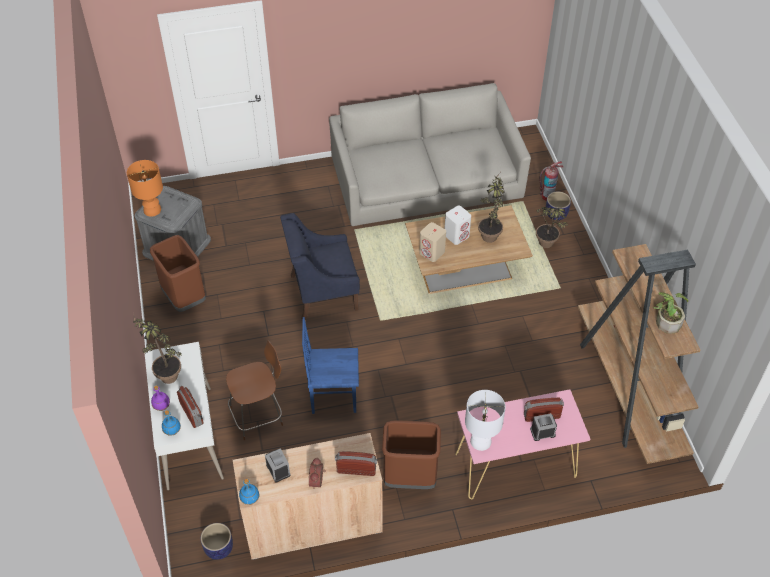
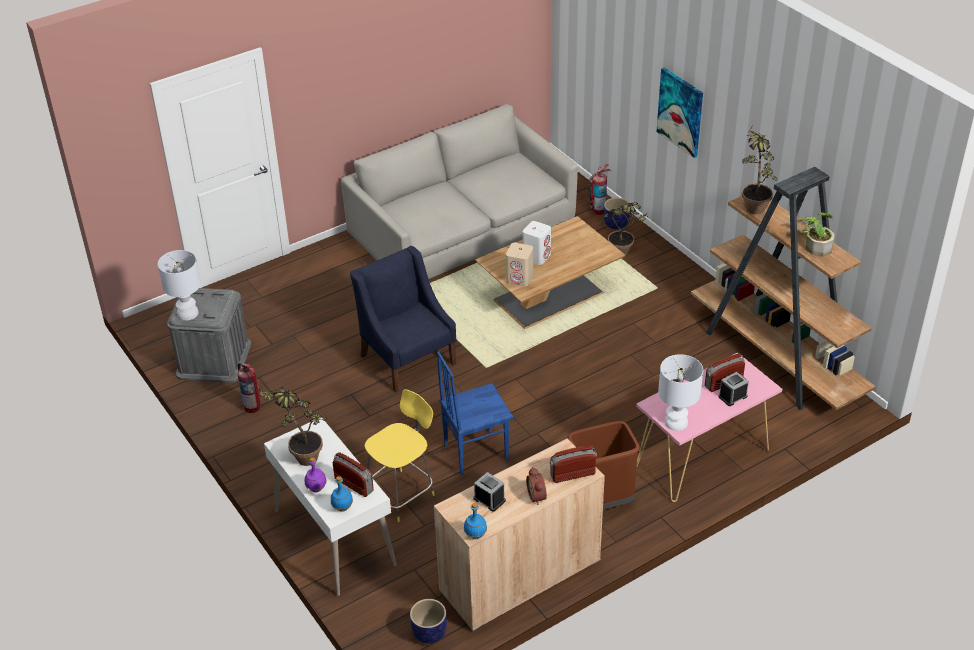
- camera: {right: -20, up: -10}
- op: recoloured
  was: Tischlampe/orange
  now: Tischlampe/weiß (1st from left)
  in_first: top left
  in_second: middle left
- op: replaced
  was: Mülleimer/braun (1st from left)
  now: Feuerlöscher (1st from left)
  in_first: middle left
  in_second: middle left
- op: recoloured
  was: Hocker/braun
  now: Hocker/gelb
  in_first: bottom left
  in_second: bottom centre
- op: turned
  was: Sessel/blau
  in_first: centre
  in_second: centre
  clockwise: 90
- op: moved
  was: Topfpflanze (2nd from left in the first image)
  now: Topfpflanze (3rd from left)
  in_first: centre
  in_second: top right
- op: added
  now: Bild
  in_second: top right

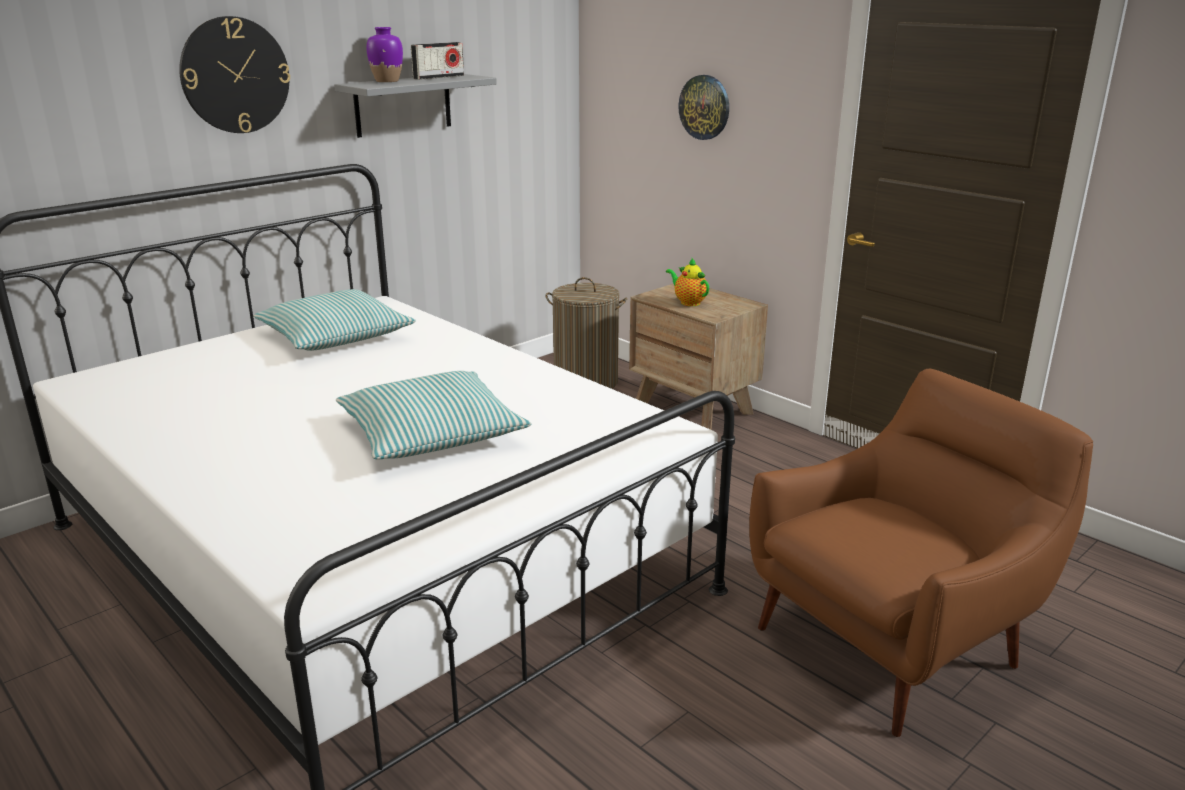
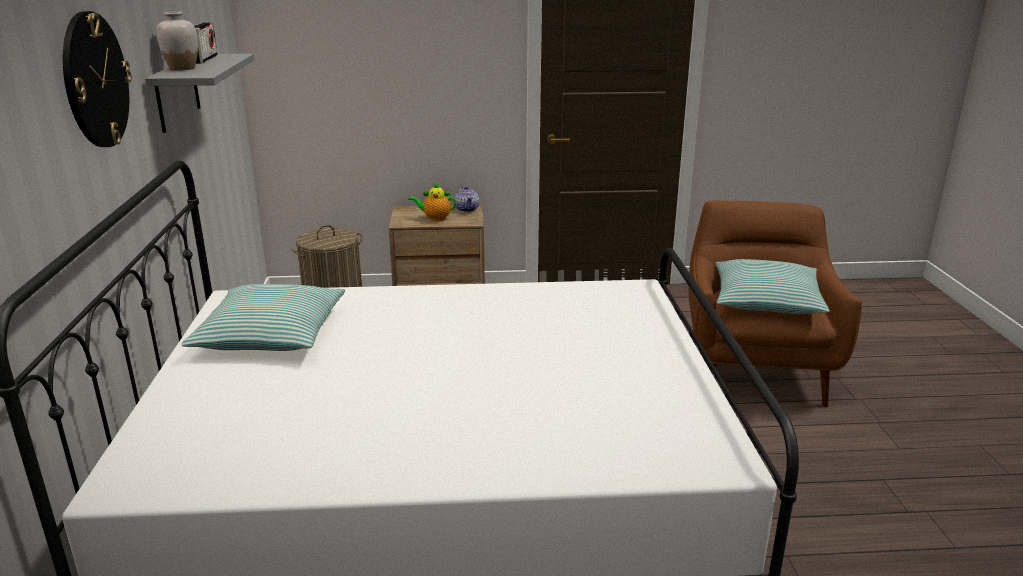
- camera: {right: -50, up: 0}
- op: moved
  was: Kissen (2nd from left)
  in_first: centre
  in_second: middle right
- op: recoloured
  was: Vase/lila
  now: Vase/weiß
  in_first: top left
  in_second: top left
- op: removed
  was: Wanduhr (2nd from left)
  in_first: top centre
- op: added
  now: Teekanne (2nd from left)
  in_second: centre

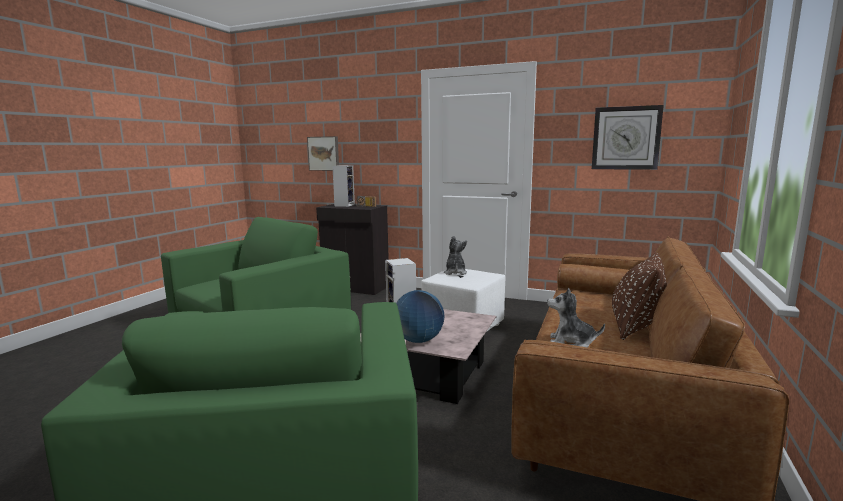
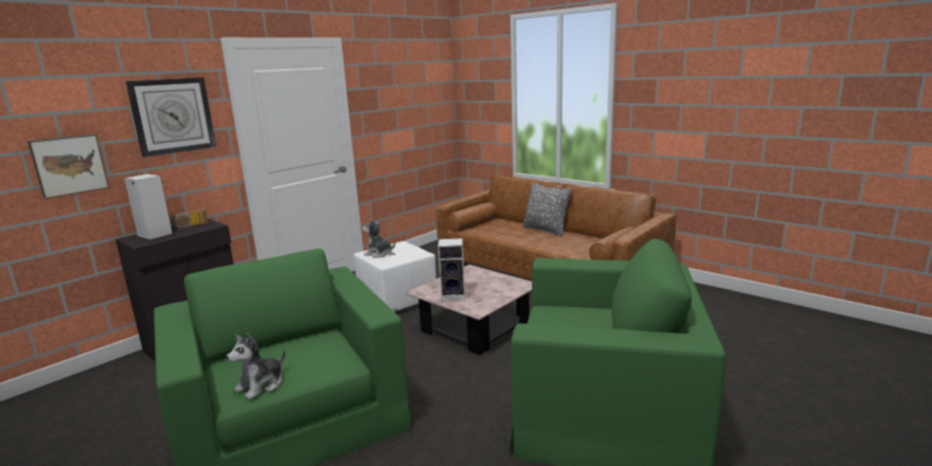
- camera: {right: -70, up: 5}
- op: removed
  was: Globus
  in_first: centre
- op: moved
  was: Plüschtier (2nd from left in the first image)
  now: Plüschtier (1st from left)
  in_first: middle right
  in_second: bottom left
- op: moved
  was: Wanduhr
  in_first: top right
  in_second: top left
- op: recoloured
  was: Kissen/braun
  now: Kissen/grau
  in_first: middle right
  in_second: centre

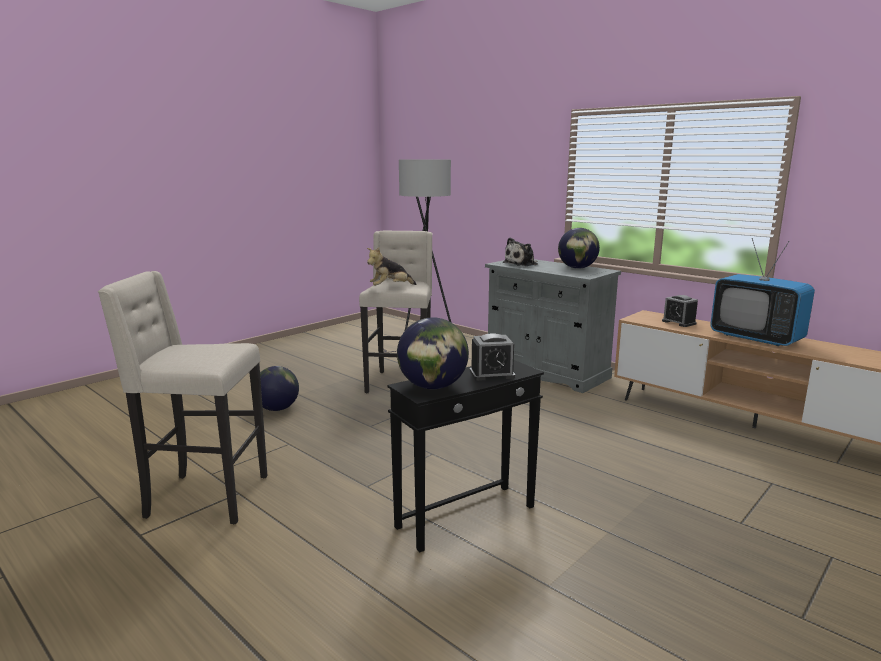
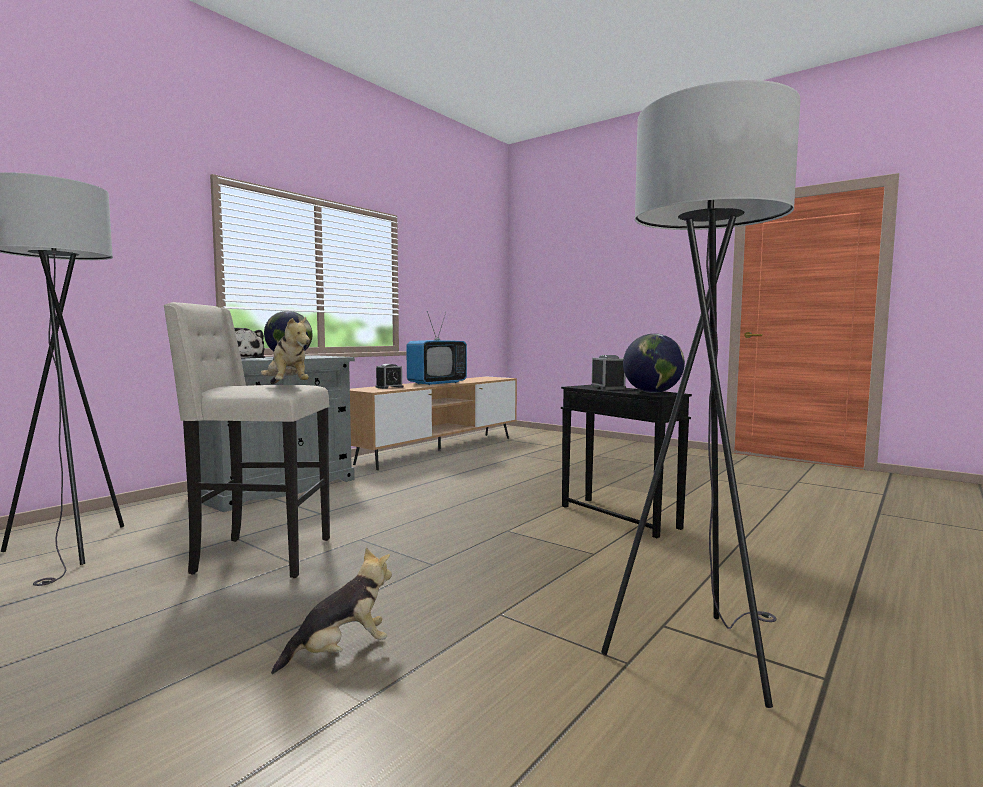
- camera: {right: -95, up: -10}
- op: replaced
  was: Hocker/beige (1st from left)
  now: Stehlampe/grau (2nd from left)
  in_first: middle left
  in_second: middle right
- op: replaced
  was: Globus (1st from left)
  now: Plüschtier (3rd from left)
  in_first: middle left
  in_second: bottom centre

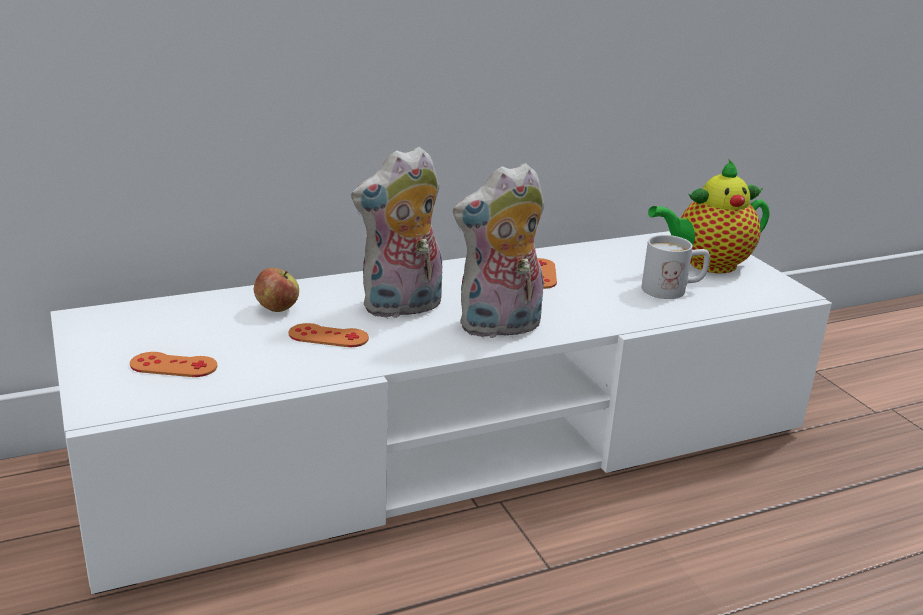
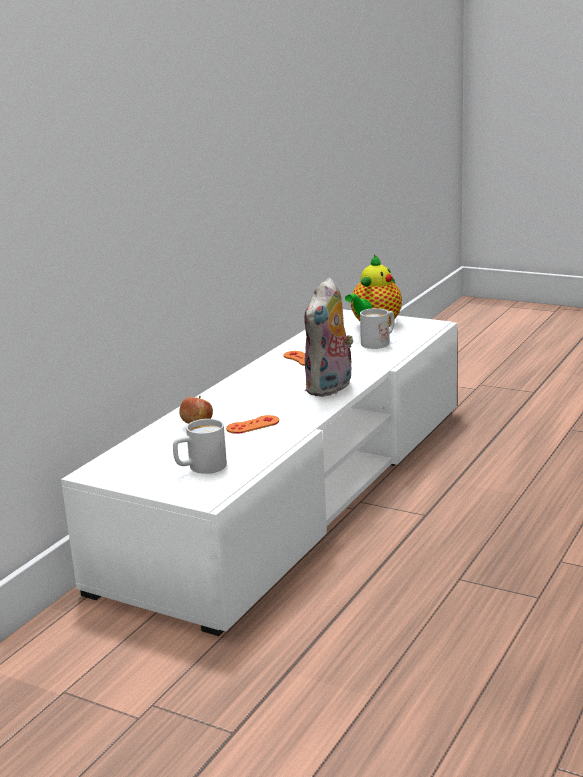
- camera: {right: -35, up: -5}
- op: replaced
  was: Gamepad/orange (1st from left)
  now: Henkelbecher/weiß (1st from left)
  in_first: middle left
  in_second: centre
- op: removed
  was: Plüschtier (1st from left)
  in_first: centre

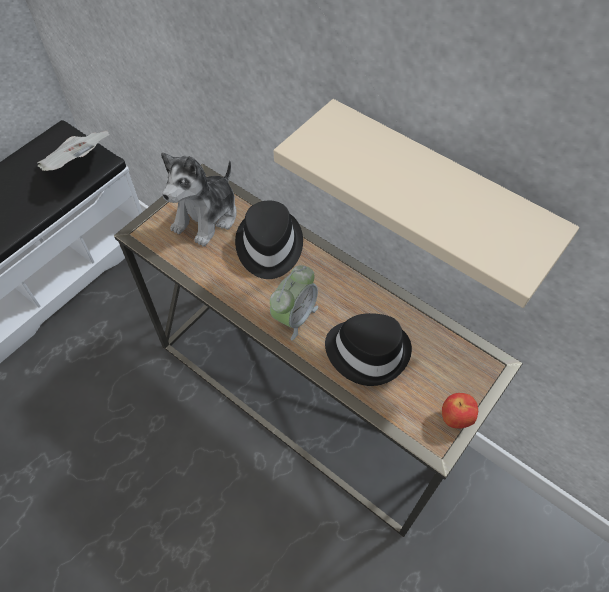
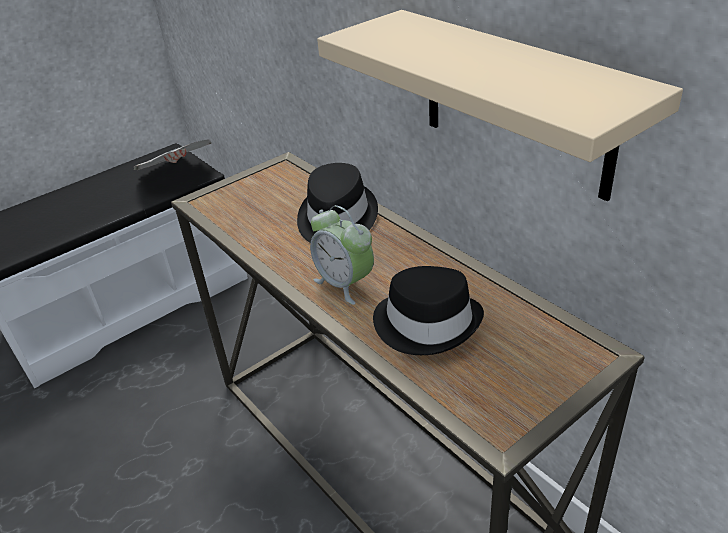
- camera: {right: 15, up: -20}
- op: removed
  was: Plüschtier
  in_first: middle left
- op: turned
  was: Wecker
  in_first: centre
  in_second: centre
  clockwise: 90
- op: removed
  was: Apfel
  in_first: bottom right

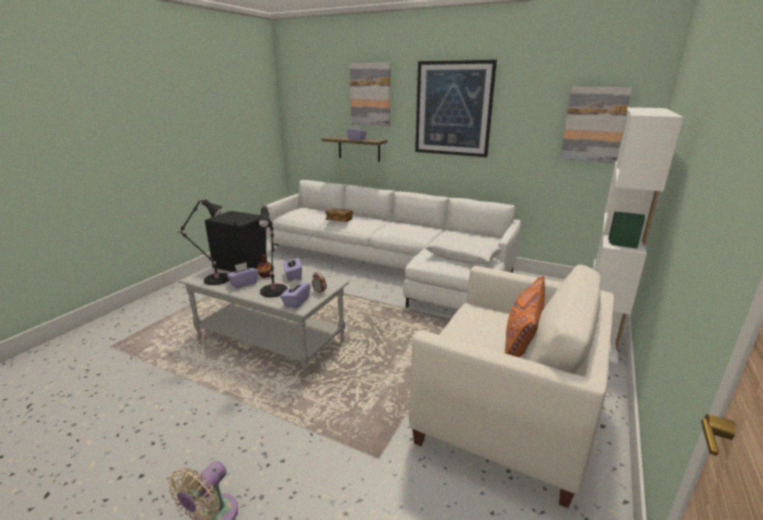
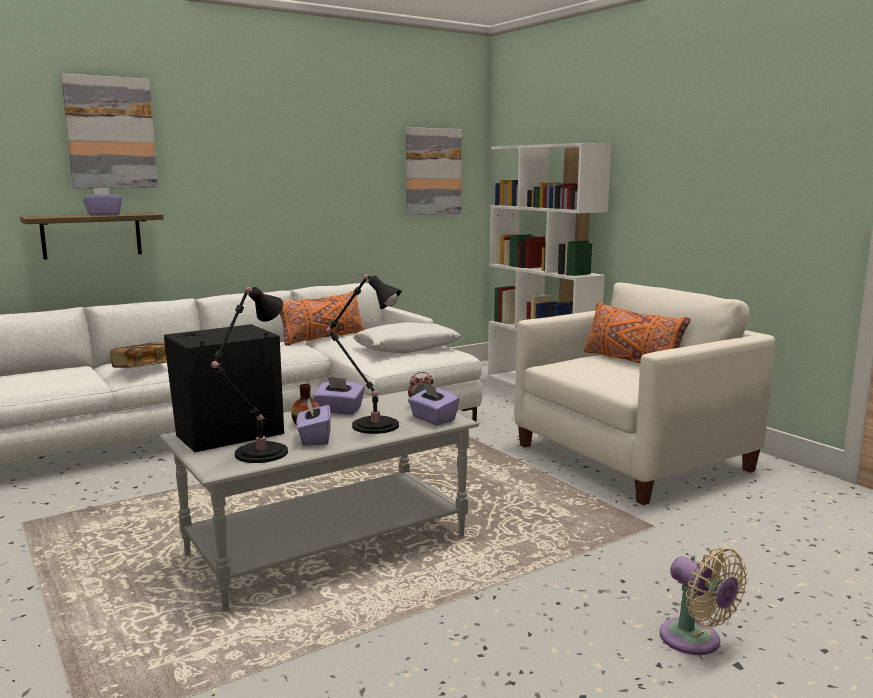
- camera: {right: -60, up: -10}
- op: removed
  was: Bild (2nd from left)
  in_first: top centre
- op: added
  now: Kissen/orange (1st from left)
  in_second: centre

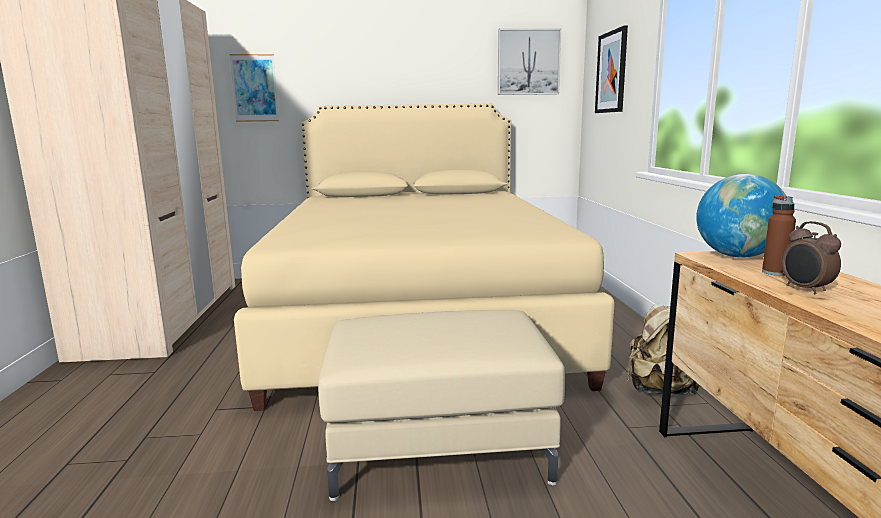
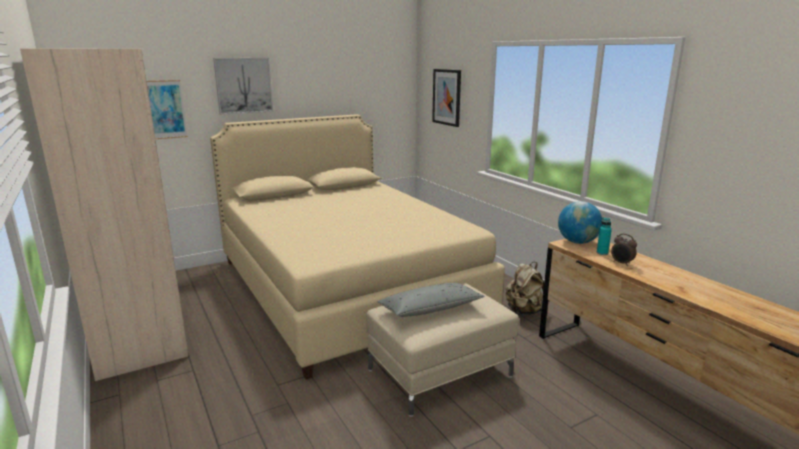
- camera: {right: -25, up: 5}
- op: moved
  was: Bild (2nd from left)
  in_first: top centre
  in_second: top left
- op: recoloured
  was: Flasche/braun
  now: Flasche/türkis
  in_first: middle right
  in_second: middle right
- op: added
  now: Kissen/grau
  in_second: bottom centre

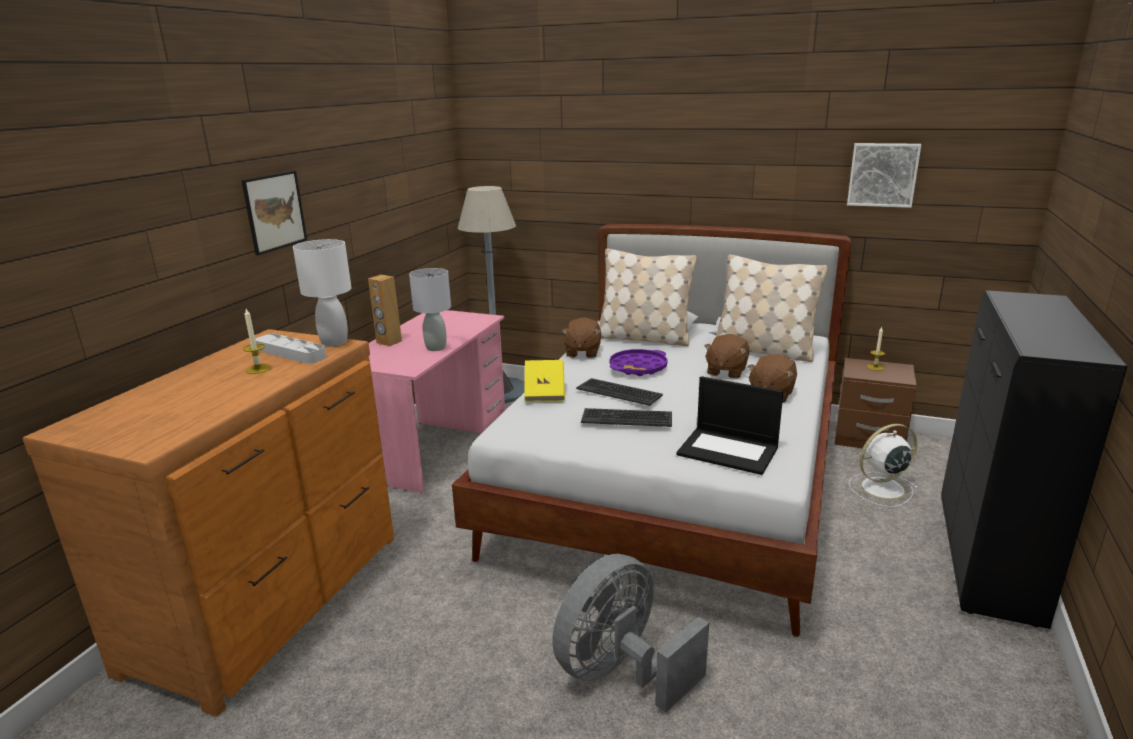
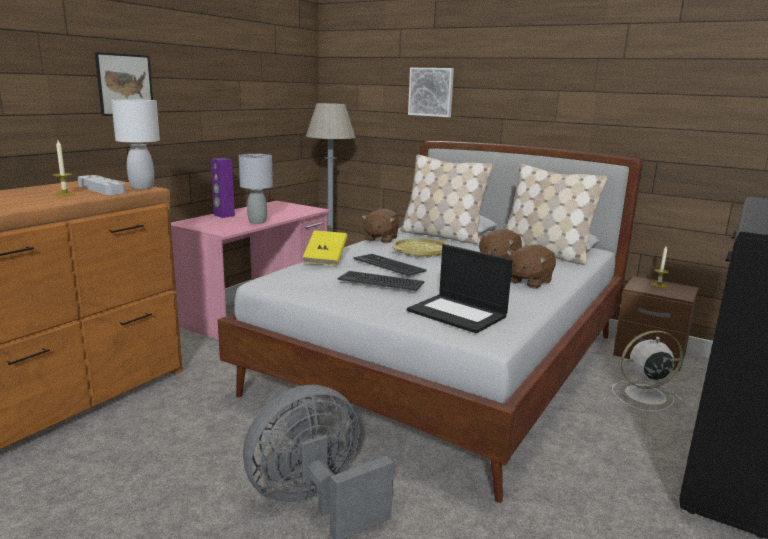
- camera: {right: 10, up: -5}
- op: recoloured
  was: Lautsprecher/braun
  now: Lautsprecher/lila
  in_first: centre
  in_second: middle left
- op: recoloured
  was: Tablett/lila
  now: Tablett/gelb
  in_first: centre
  in_second: centre
- op: moved
  was: Bild (2nd from left)
  in_first: top right
  in_second: top centre

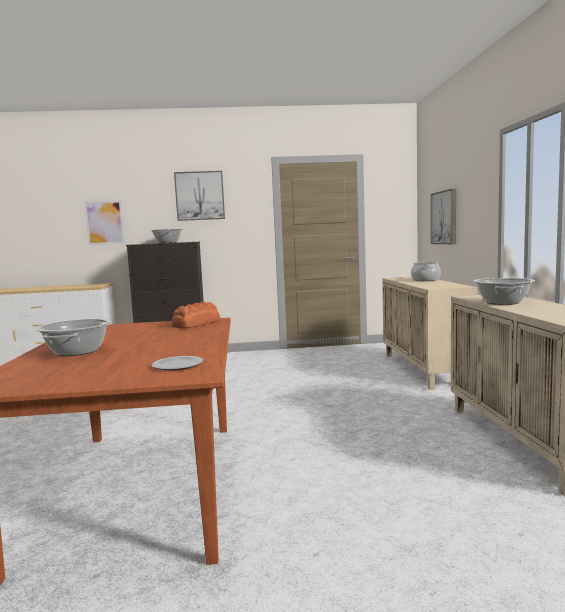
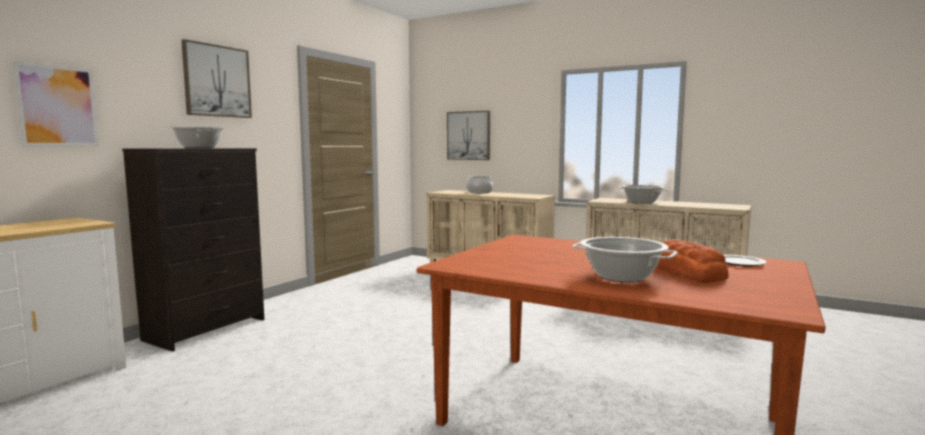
- camera: {right: -55, up: 0}
- op: moved
  was: Brot
  in_first: centre
  in_second: middle right

